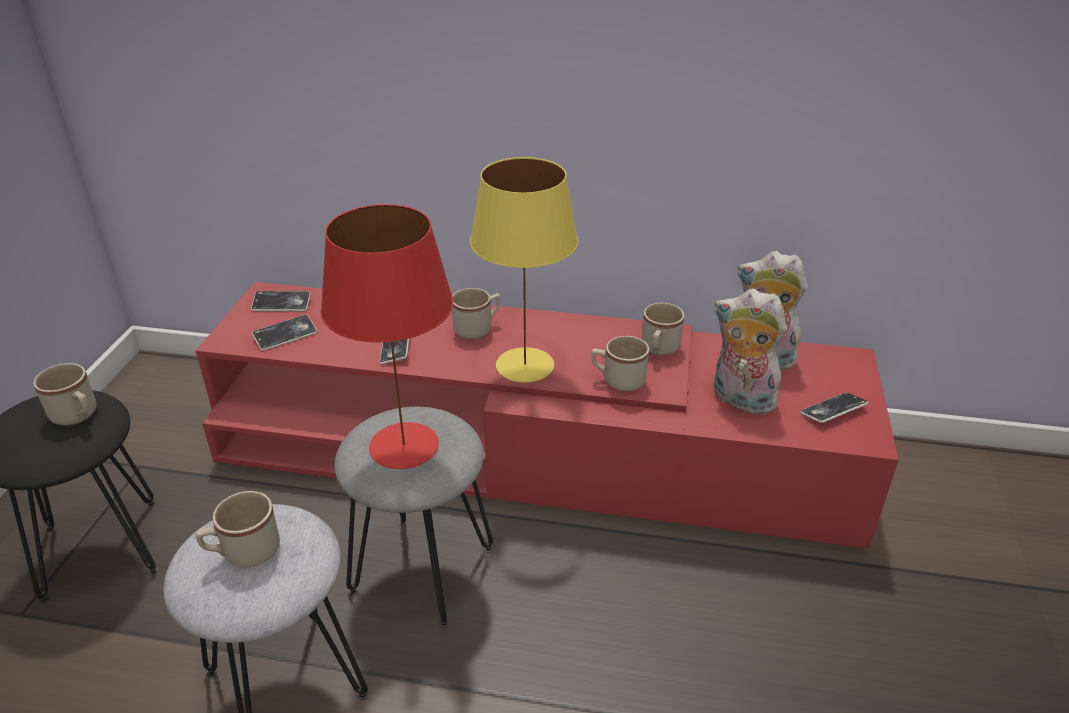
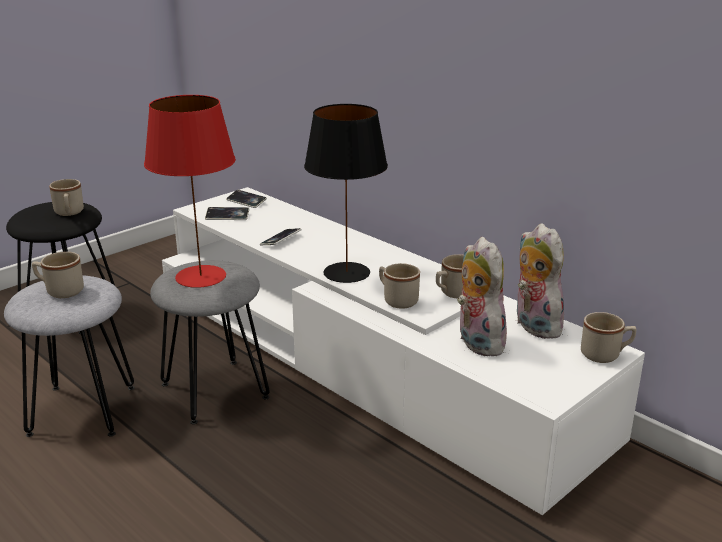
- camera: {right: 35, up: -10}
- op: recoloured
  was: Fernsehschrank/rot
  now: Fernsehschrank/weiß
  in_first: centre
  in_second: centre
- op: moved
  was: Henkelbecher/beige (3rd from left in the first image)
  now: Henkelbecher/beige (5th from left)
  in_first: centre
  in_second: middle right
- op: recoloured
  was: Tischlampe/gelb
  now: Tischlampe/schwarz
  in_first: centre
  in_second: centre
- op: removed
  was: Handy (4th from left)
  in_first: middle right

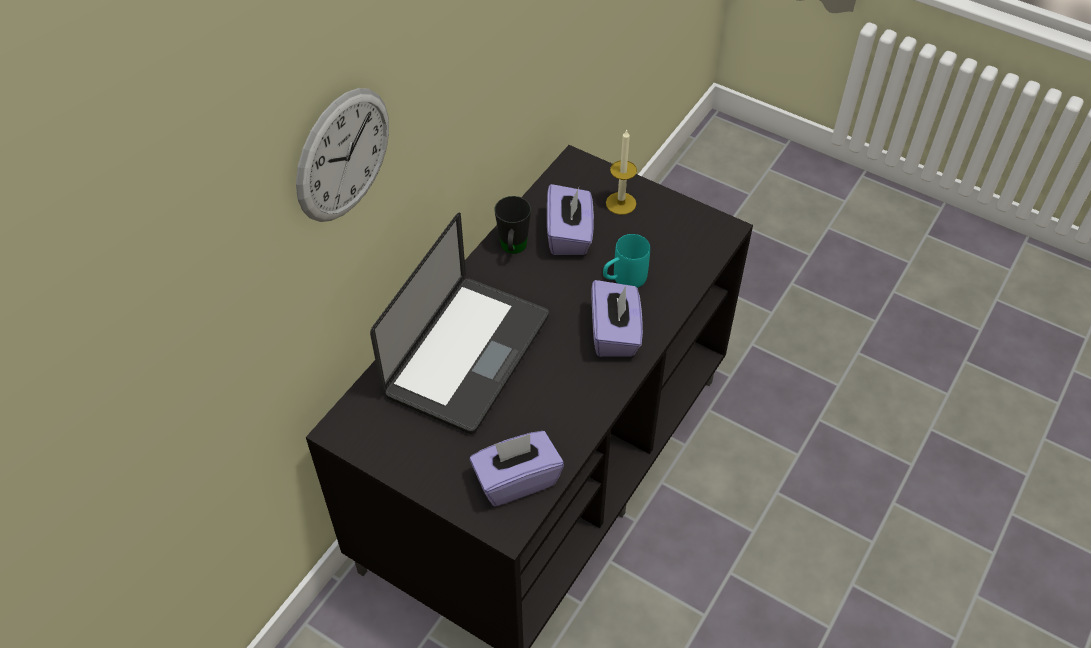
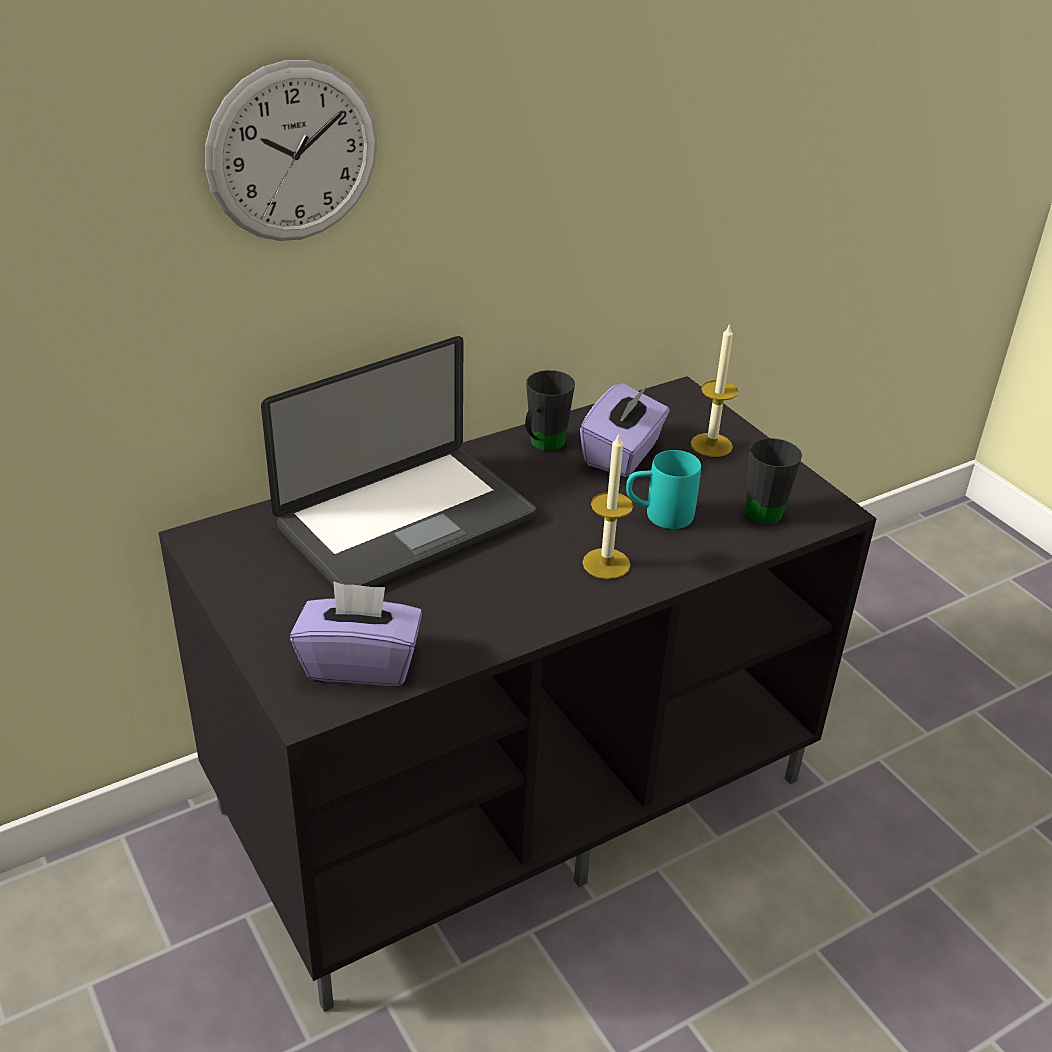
- camera: {right: 25, up: -15}
- op: replaced
  was: Taschentuchbox/lila (3rd from left)
  now: Kerze (1st from left)
  in_first: centre
  in_second: centre
- op: added
  now: Henkelbecher/schwarz (2nd from left)
  in_second: middle right

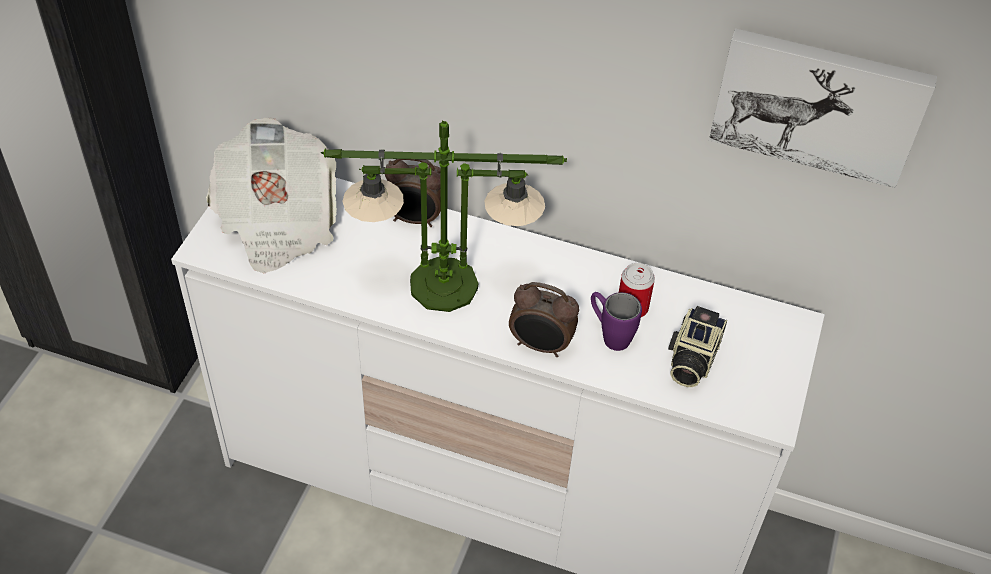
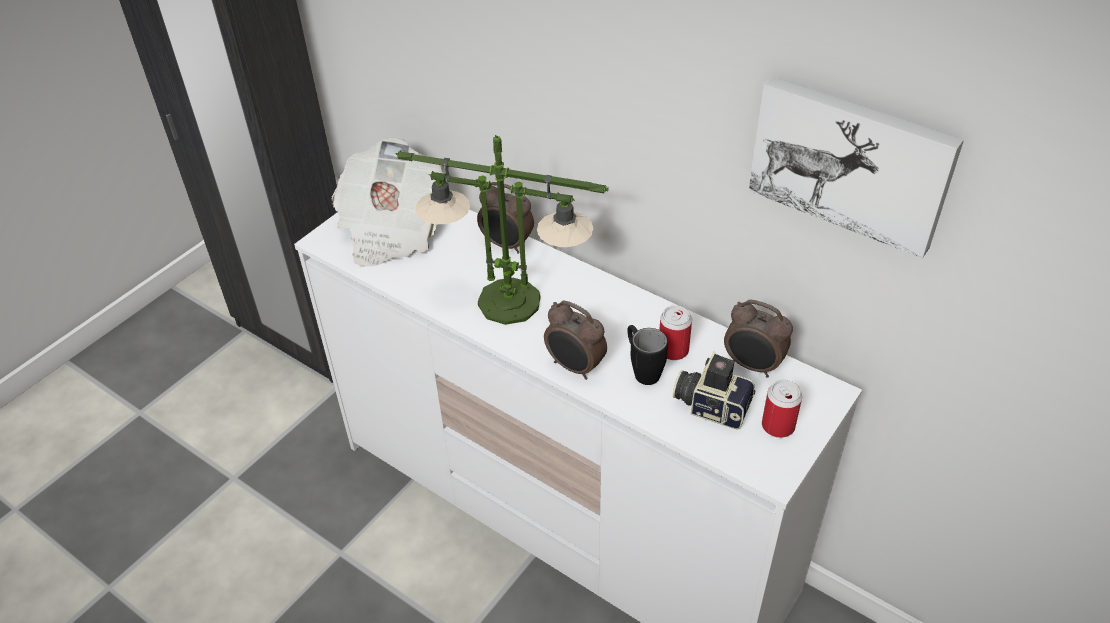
- camera: {right: 20, up: -5}
- op: recoloured
  was: Henkelbecher/lila
  now: Henkelbecher/schwarz
  in_first: centre
  in_second: centre
- op: turned
  was: Kamera
  in_first: middle right
  in_second: centre
  clockwise: 75
- op: added
  now: Wecker (3rd from left)
  in_second: middle right
- op: added
  now: Dose (2nd from left)
  in_second: middle right

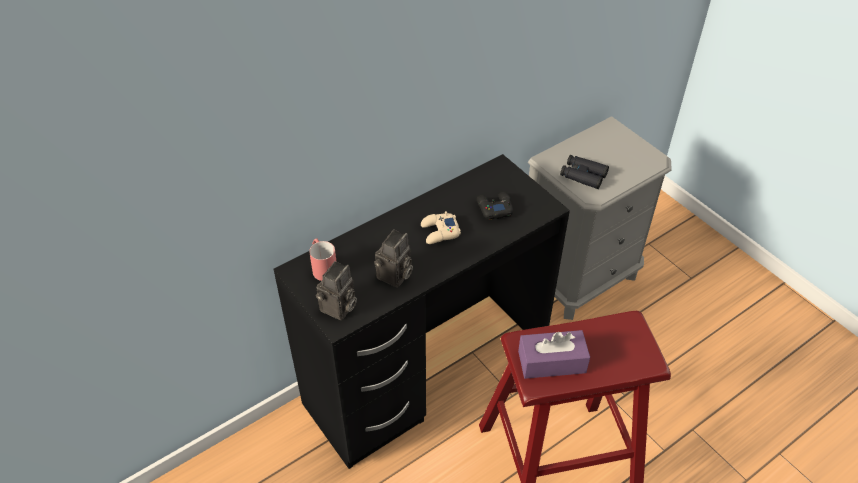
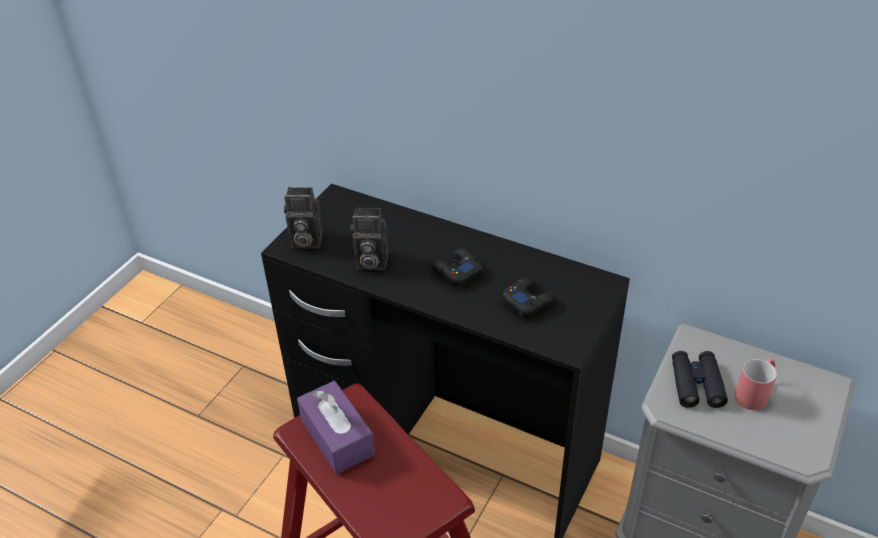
- camera: {right: 65, up: -5}
- op: moved
  was: Henkelbecher/rot
  in_first: centre
  in_second: bottom right
- op: recoloured
  was: Gamepad/beige
  now: Gamepad/schwarz (1st from left)
  in_first: centre
  in_second: centre

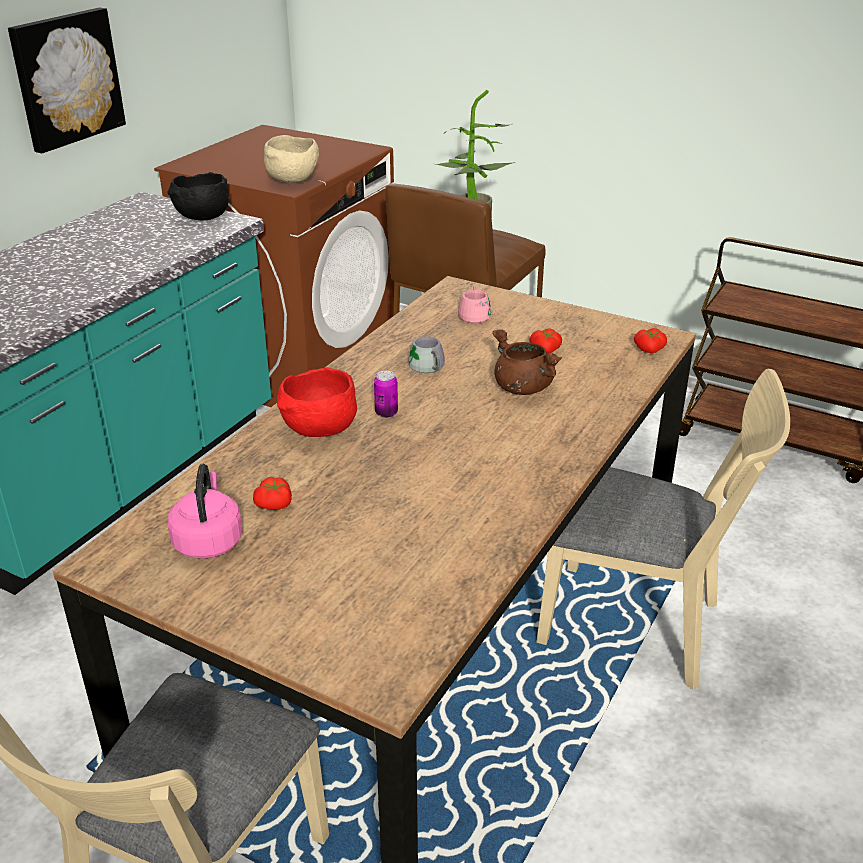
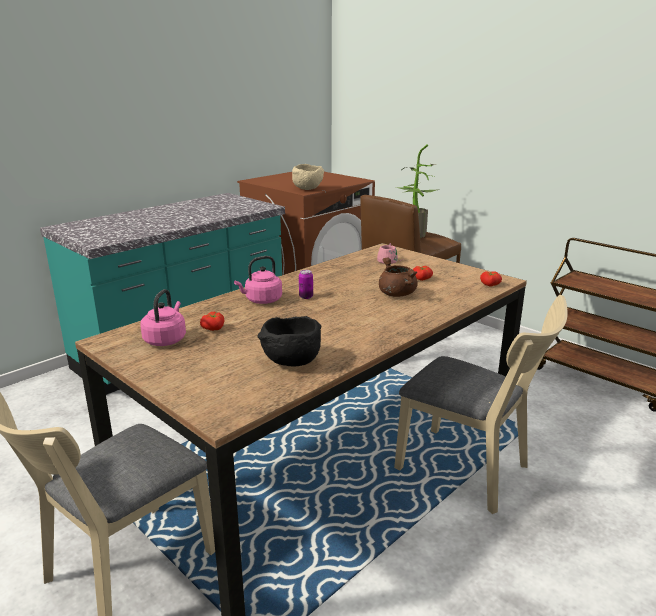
- camera: {right: 15, up: -10}
- op: removed
  was: Bild
  in_first: top left
- op: moved
  was: Schüssel/schwarz
  in_first: top left
  in_second: centre
- op: replaced
  was: Schüssel/rot
  now: Wasserkessel/rosa (2nd from left)
  in_first: centre
  in_second: centre
- op: removed
  was: Henkelbecher/grau
  in_first: centre

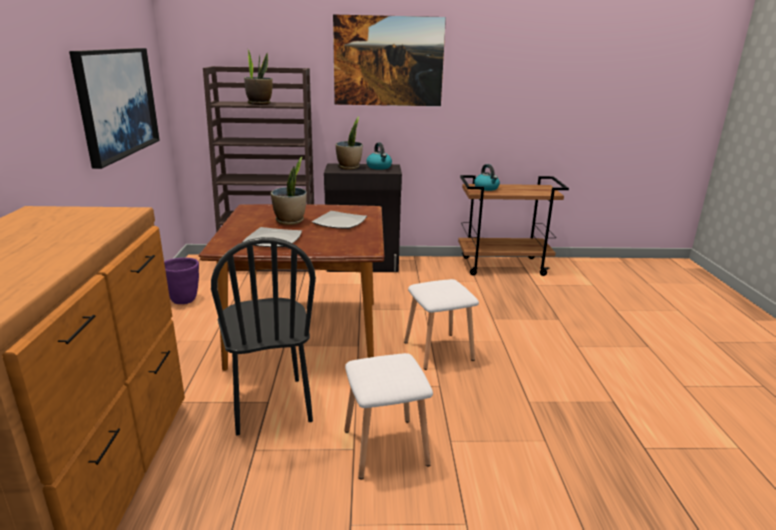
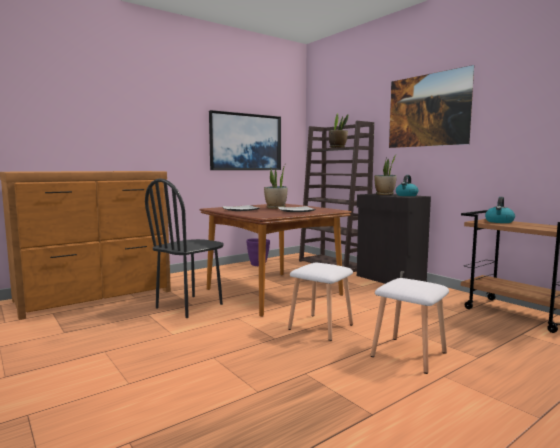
- camera: {right: 55, up: -15}
- op: moved
  was: Hocker/weiß (1st from left in the first image)
  now: Hocker/weiß (2nd from left)
  in_first: bottom centre
  in_second: bottom right

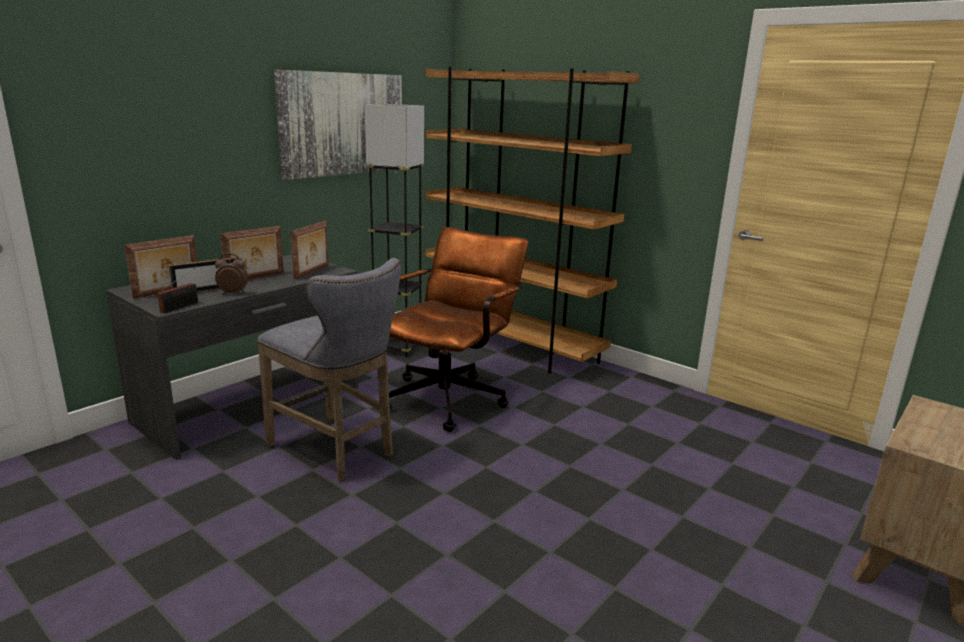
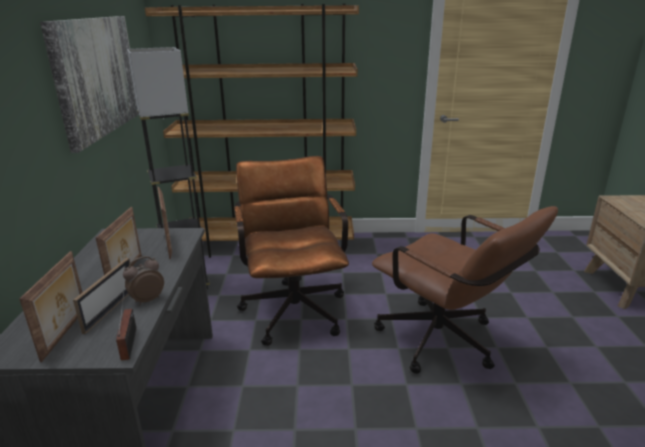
- camera: {right: -40, up: 5}
- op: removed
  was: Hocker/grau
  in_first: centre
- op: added
  now: Bürostuhl/braun (2nd from left)
  in_second: middle right

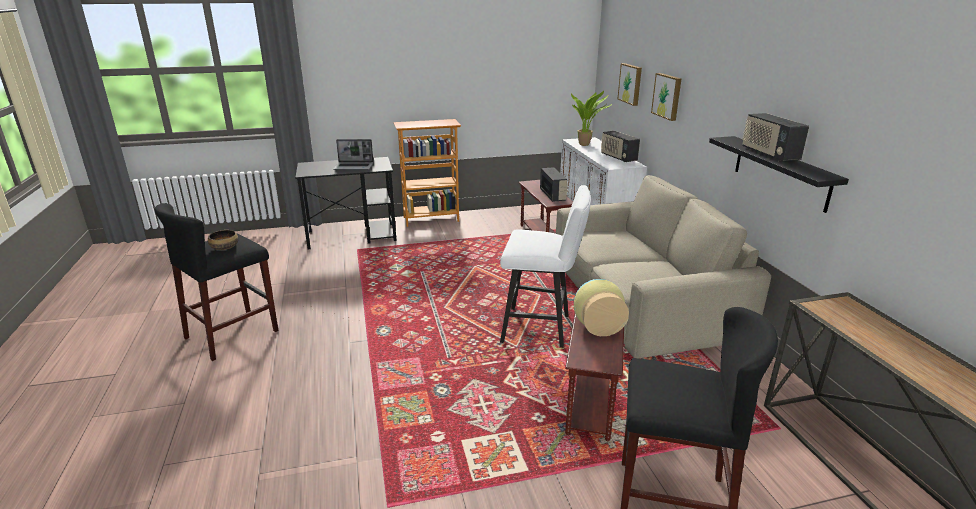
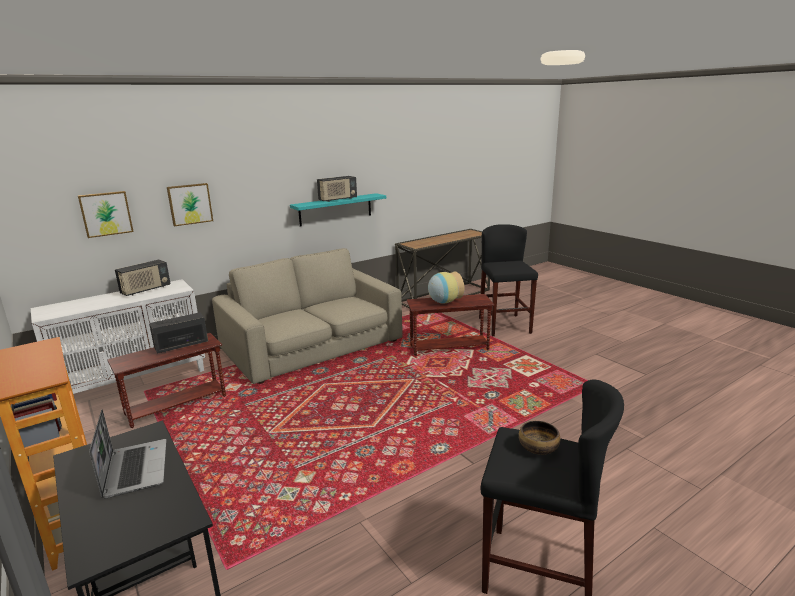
- camera: {right: -110, up: -5}
- op: removed
  was: Hocker/weiß
  in_first: centre
- op: removed
  was: Topfpflanze
  in_first: top centre
- op: recoloured
  was: Wandregal/schwarz
  now: Wandregal/türkis
  in_first: middle right
  in_second: centre

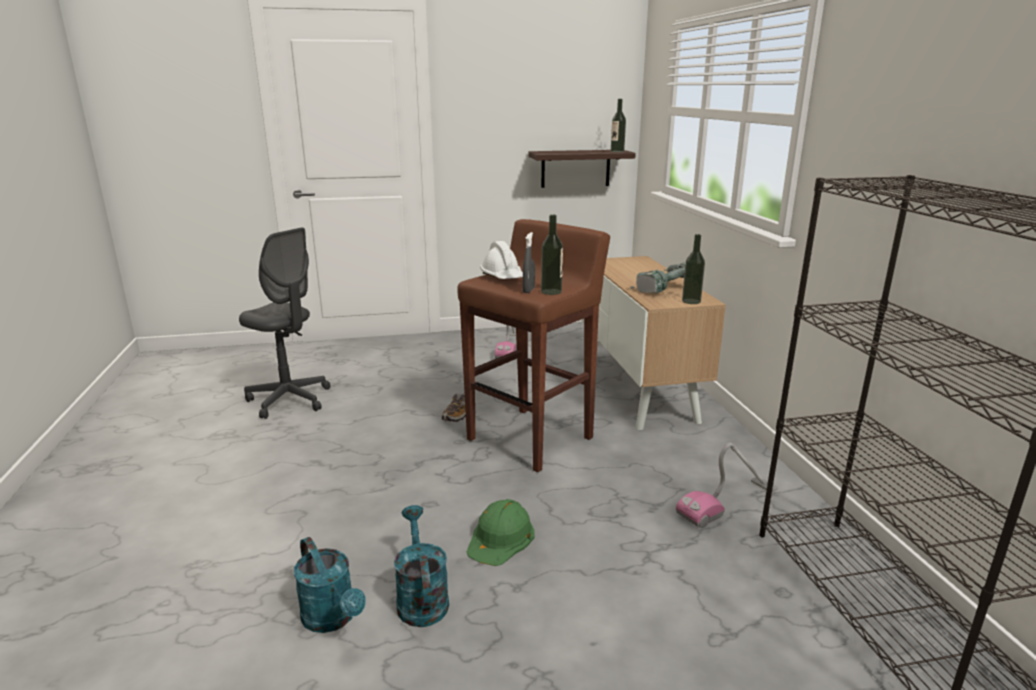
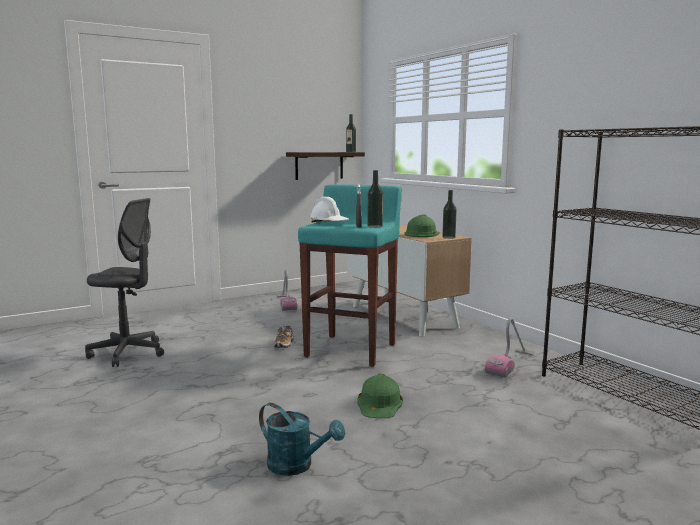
- camera: {right: -20, up: -10}
- op: removed
  was: Gießkanne/türkis (2nd from left)
  in_first: bottom centre
- op: recoloured
  was: Hocker/braun
  now: Hocker/türkis
  in_first: centre
  in_second: centre
- op: replaced
  was: Bohrmaschine
  now: Schutzhelm/grün (2nd from left)
  in_first: centre
  in_second: centre

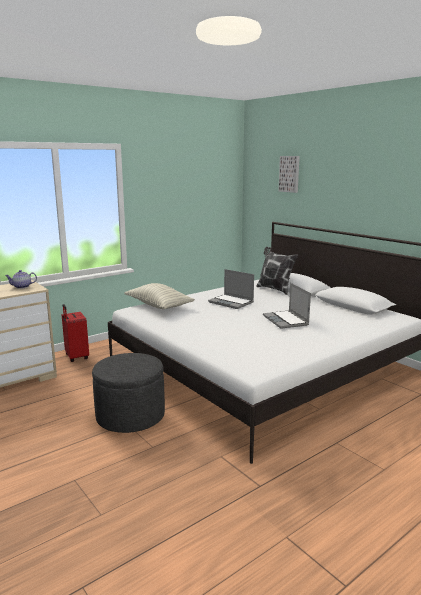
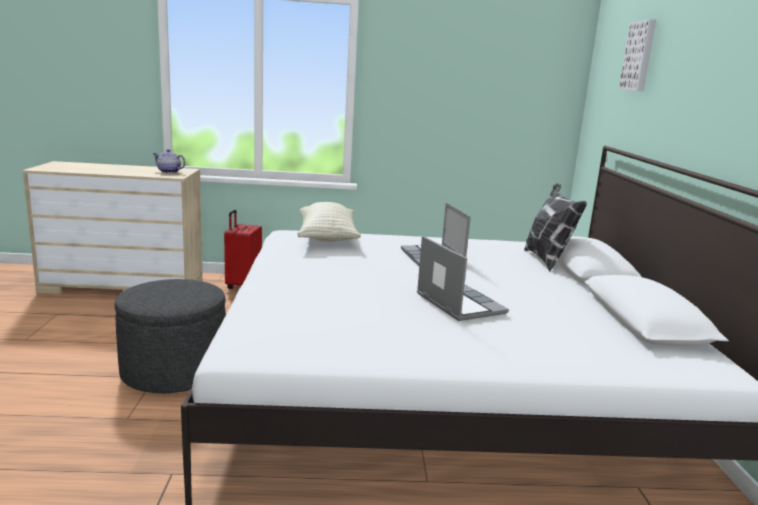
- camera: {right: 35, up: 0}
- op: turned
  was: Laptop (2nd from left)
  in_first: middle right
  in_second: centre
  clockwise: 135

